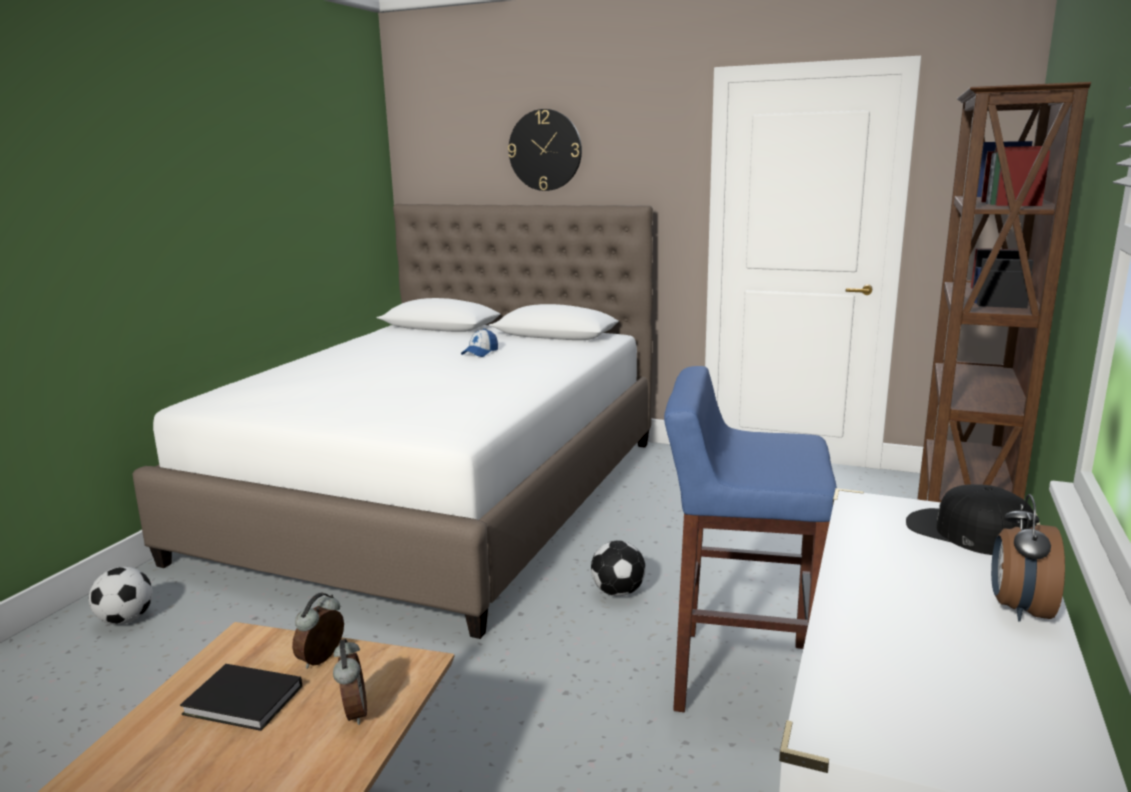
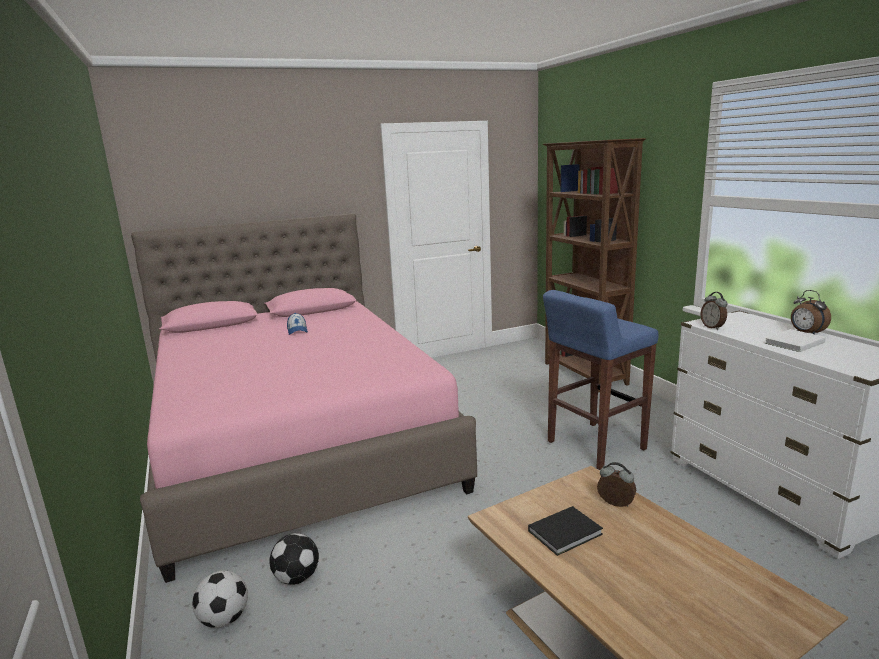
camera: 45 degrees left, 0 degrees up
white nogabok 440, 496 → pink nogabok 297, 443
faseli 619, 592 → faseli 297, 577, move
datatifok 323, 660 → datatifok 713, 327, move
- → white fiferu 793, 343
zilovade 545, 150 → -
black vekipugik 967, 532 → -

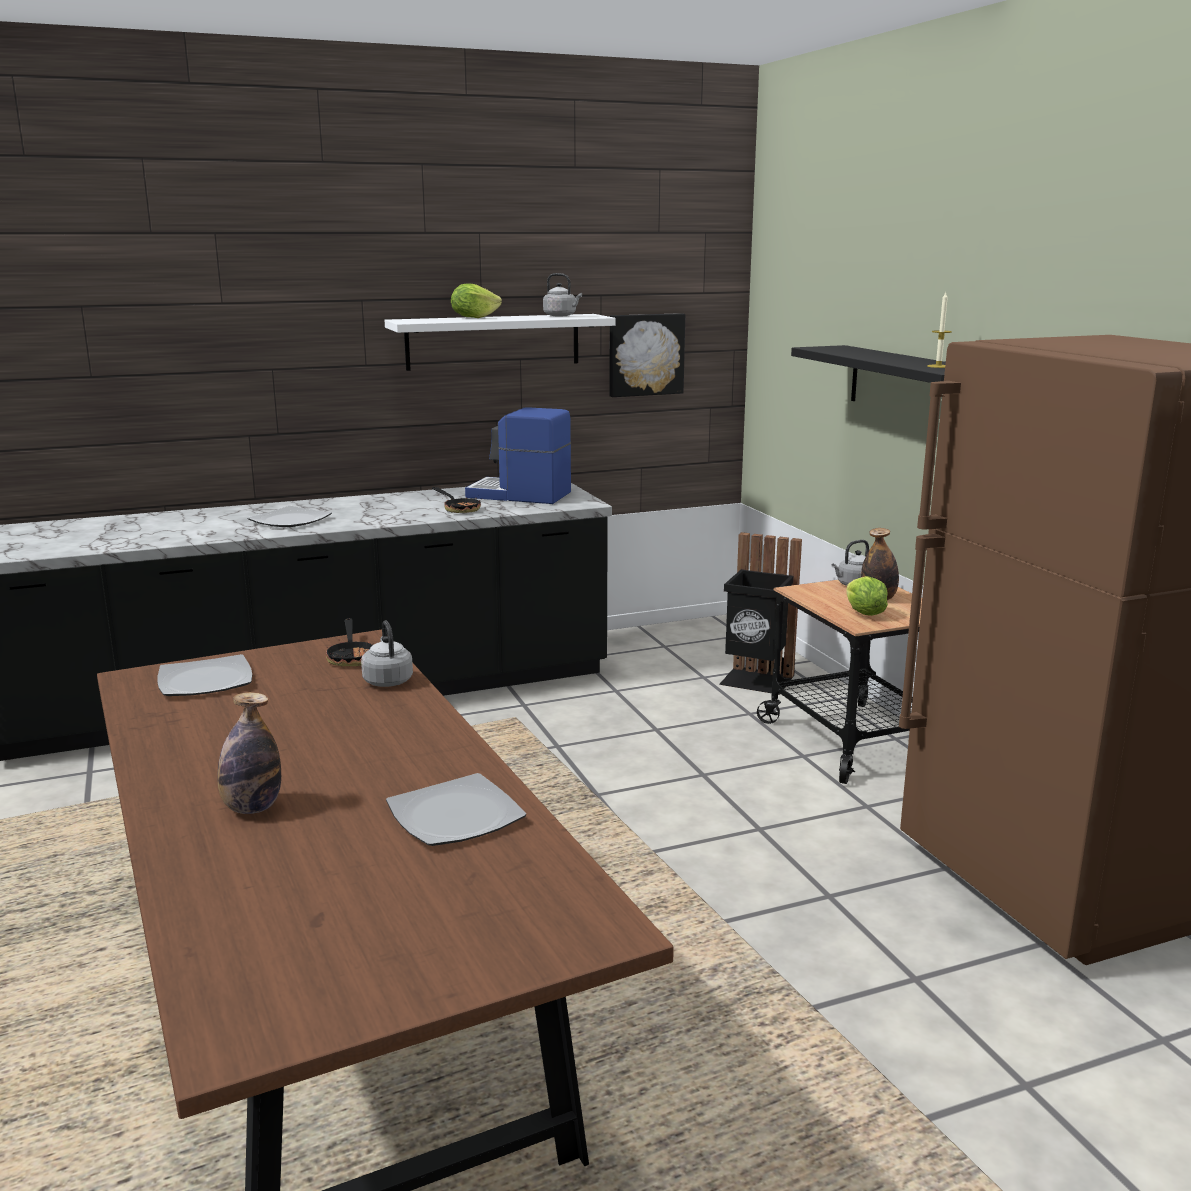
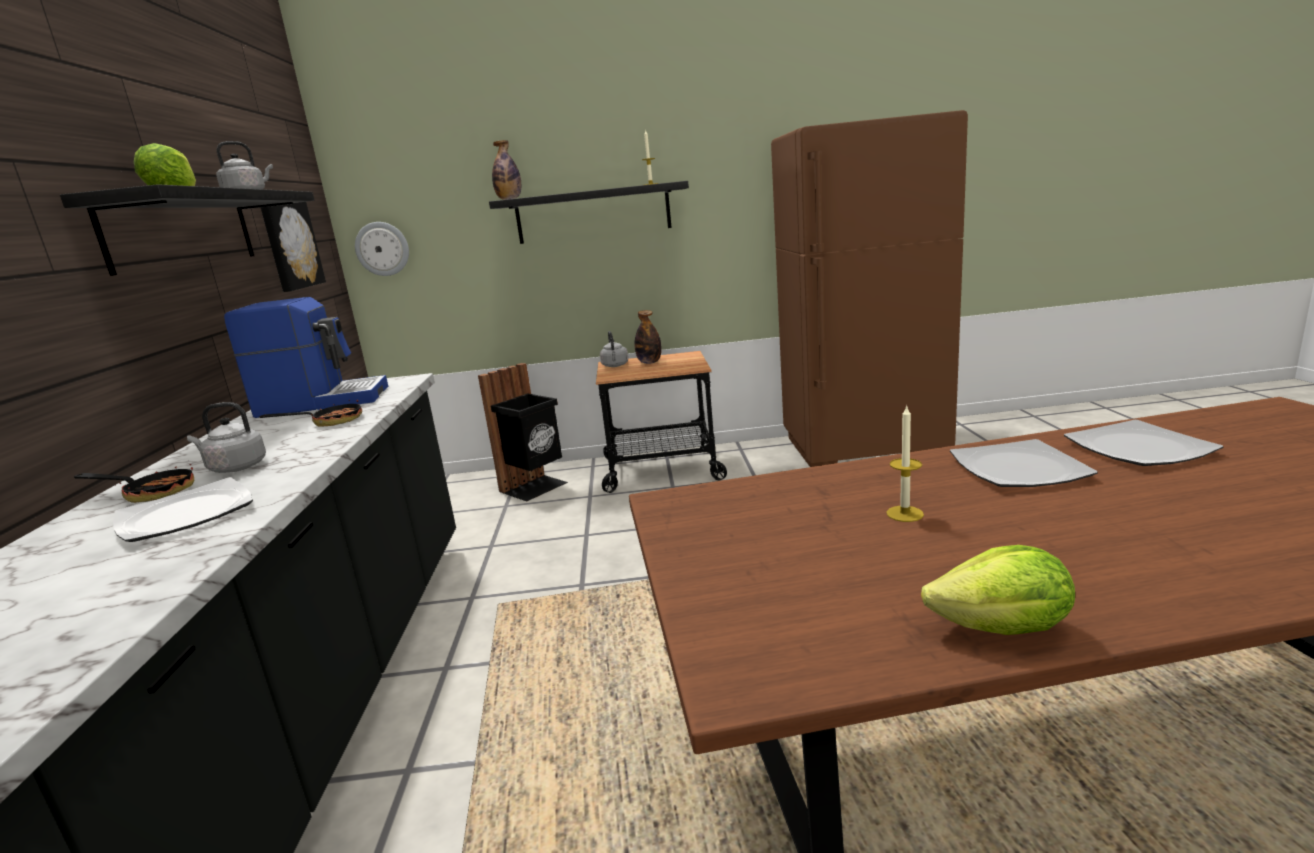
camera: 70 degrees left, 0 degrees up
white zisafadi 493, 341 → black zisafadi 182, 231
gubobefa 351, 657 → gubobefa 152, 493, move
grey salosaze 387, 680 → grey salosaze 235, 468, move
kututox 519, 495 → kututox 323, 401, 135 degrees counterclockwise
- → zilovade 382, 249
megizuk 252, 808 → megizuk 509, 199, move
- → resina 905, 514
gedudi 863, 613 → gedudi 1002, 629, move
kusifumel 204, 680 → kusifumel 1018, 469, move

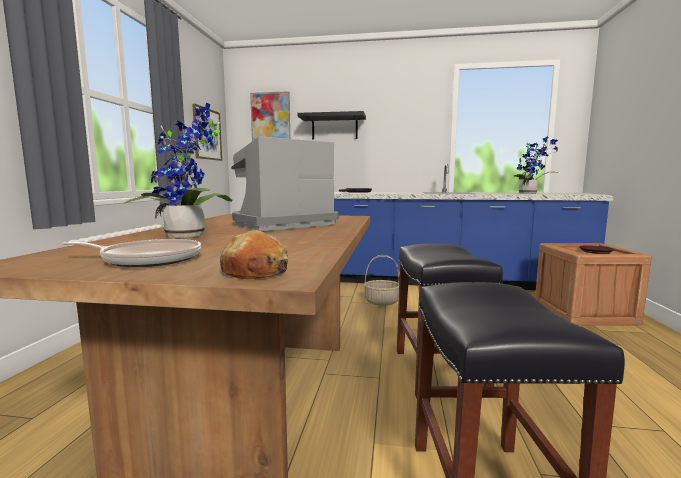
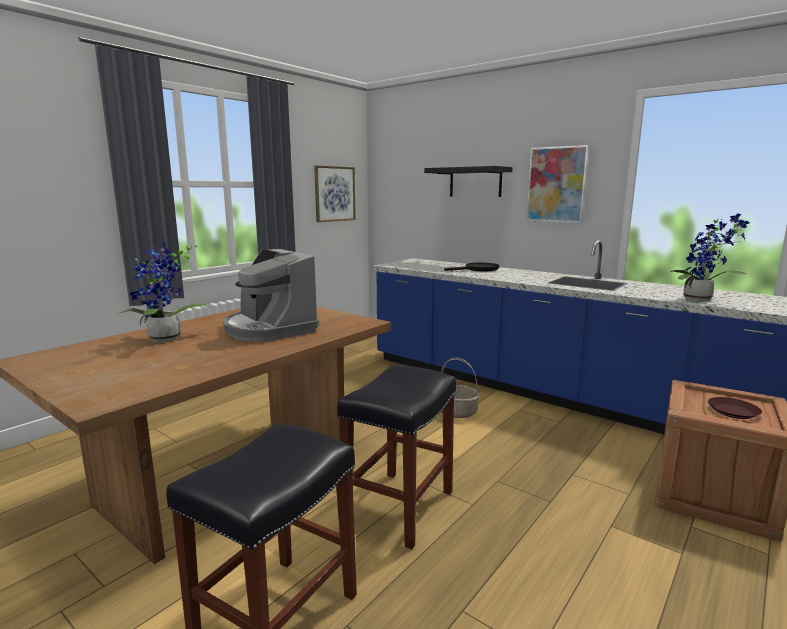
camera: 30 degrees right, 5 degrees up
kututox 282, 224 → kututox 269, 329, 120 degrees counterclockwise
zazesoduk 270, 119 → zazesoduk 556, 184, move
gubobefa 148, 259 → -
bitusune 256, 271 → -

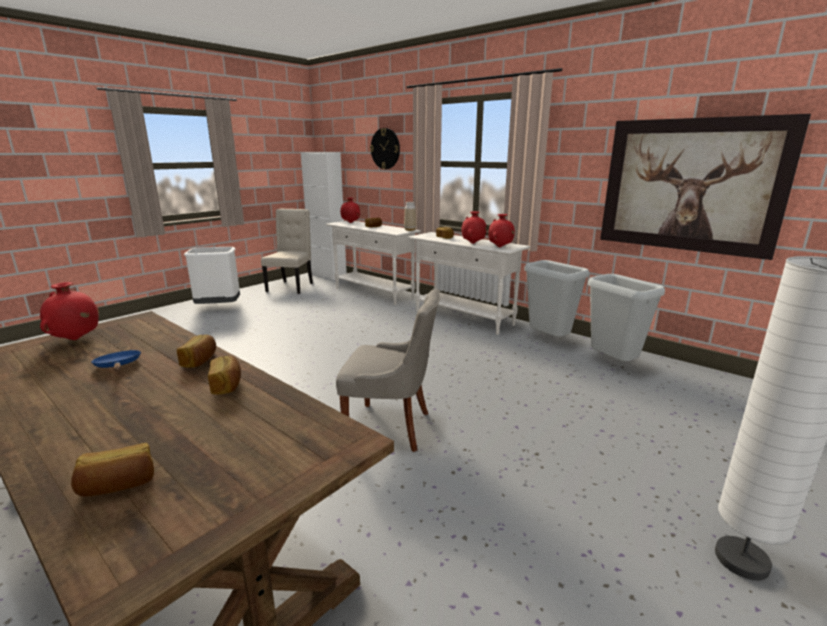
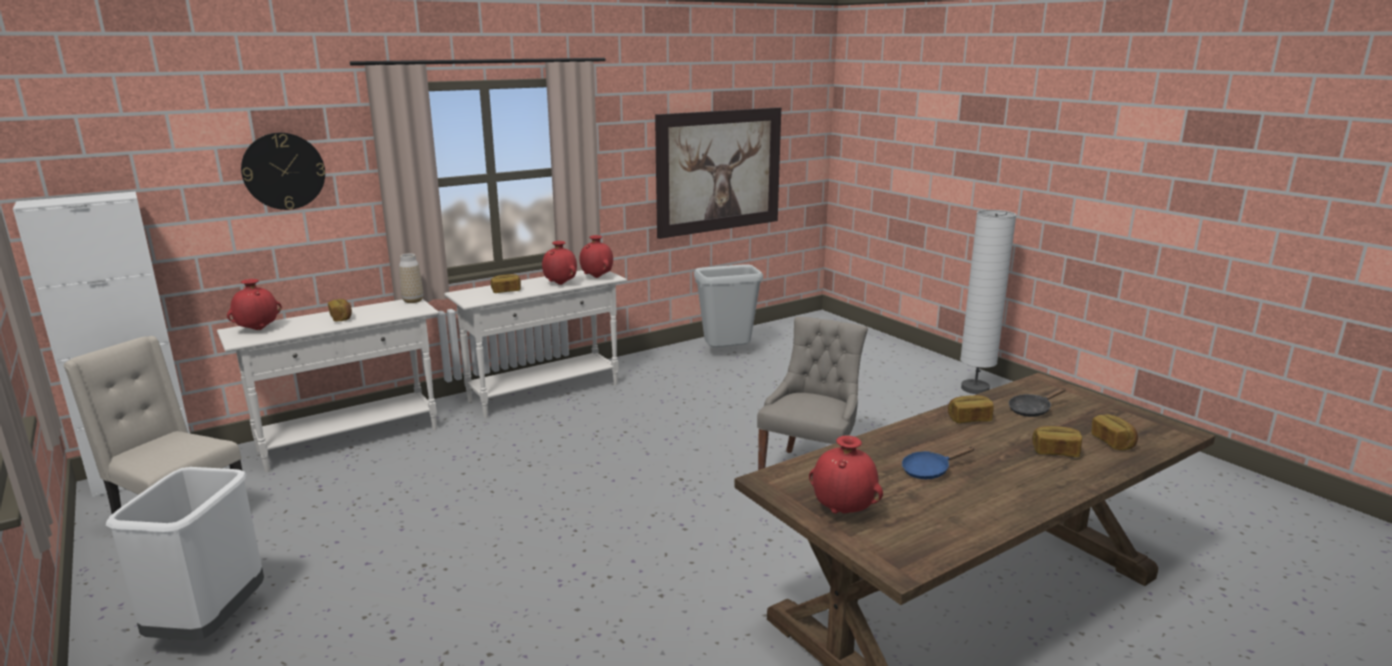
camera: 75 degrees left, 0 degrees up
- → black gubobefa 1032, 410
bitusune 200, 361 → bitusune 1055, 452, move
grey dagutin 549, 340 → -

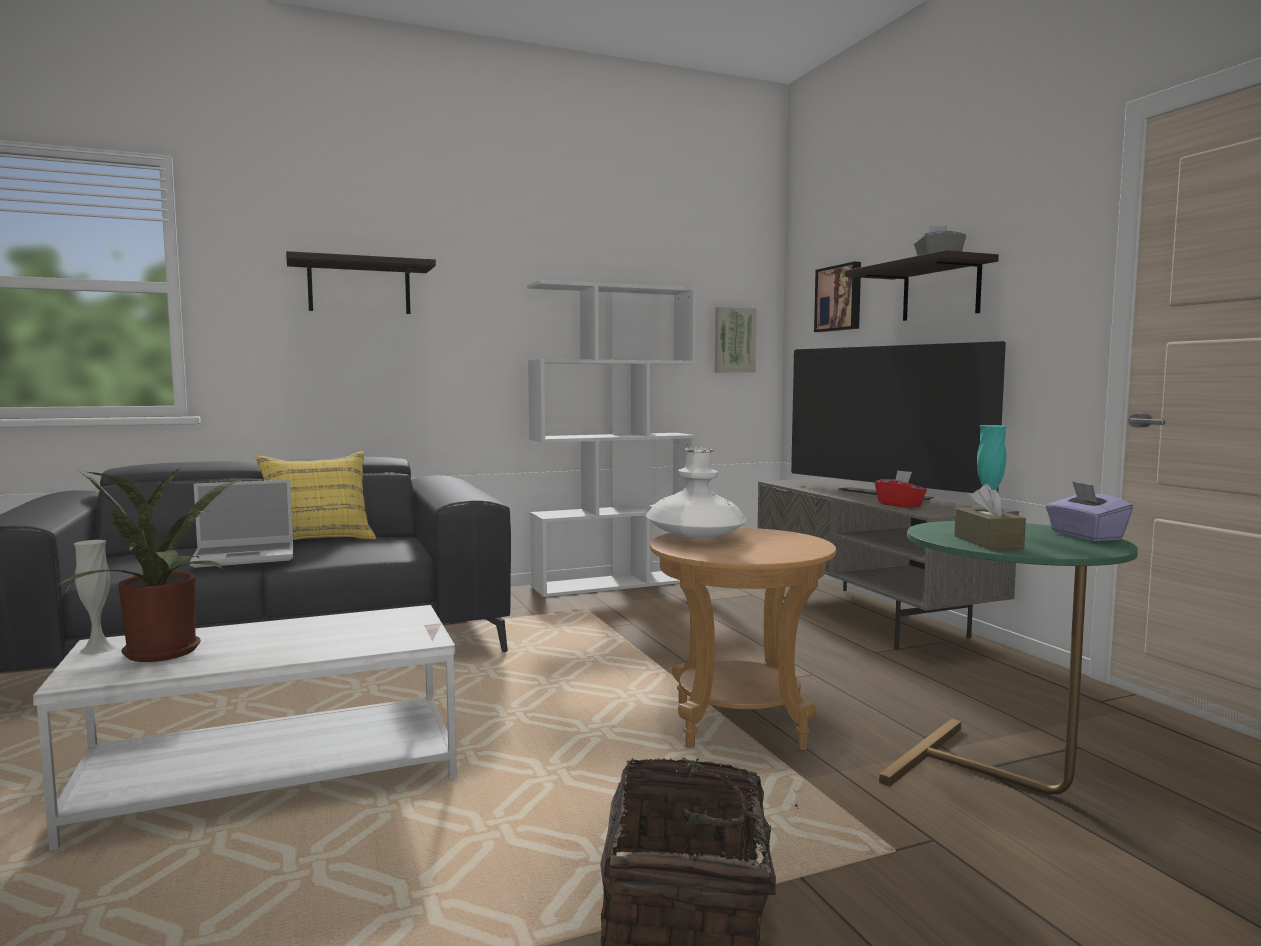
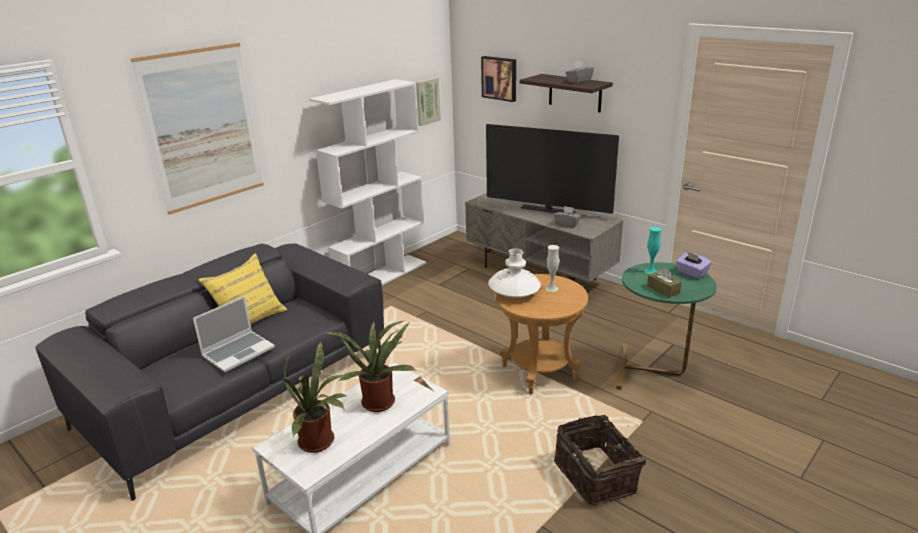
camera: 25 degrees left, 20 degrees up
zisafadi 359, 288 → zazesoduk 203, 127
- → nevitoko 379, 400
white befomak 97, 649 → white befomak 551, 288, move
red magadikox 900, 505 → grey magadikox 567, 224

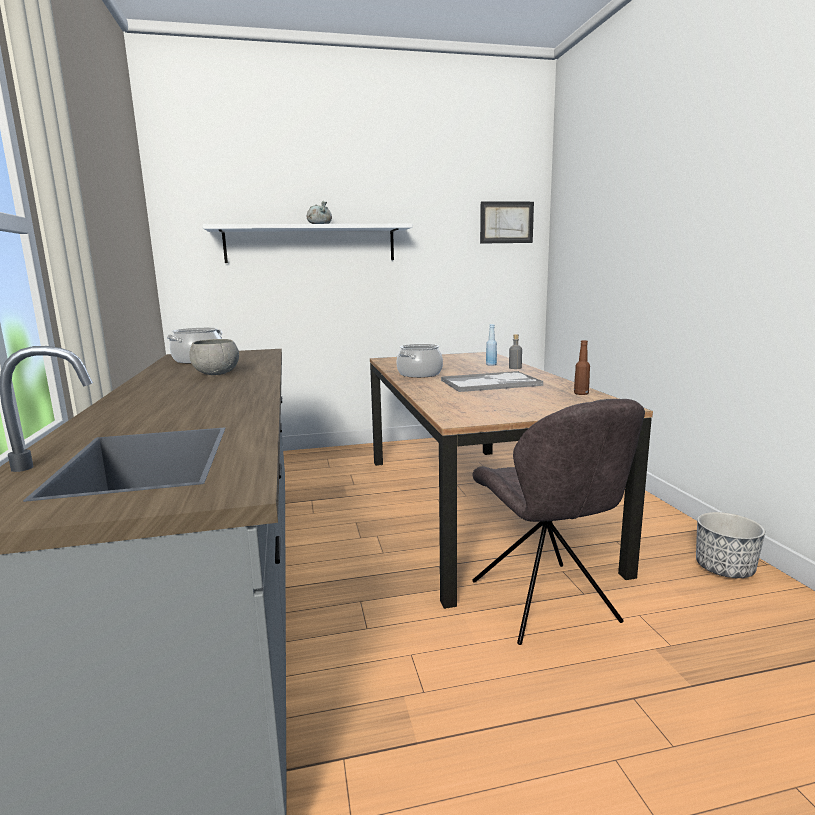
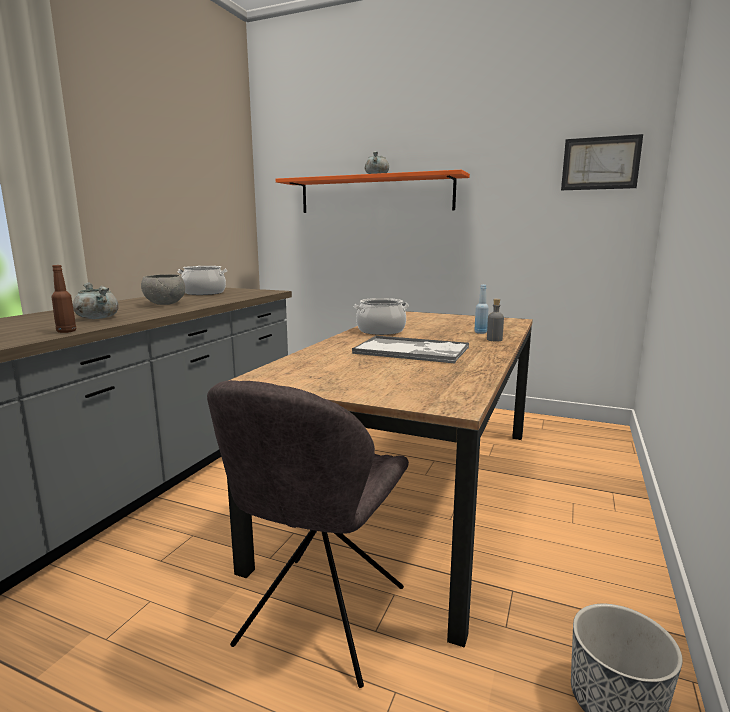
camera: 35 degrees right, 0 degrees up
brown megizuk 581, 394 → brown megizuk 66, 331, move
- → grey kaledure 97, 318
white zisafadi 310, 244 → orange zisafadi 375, 195

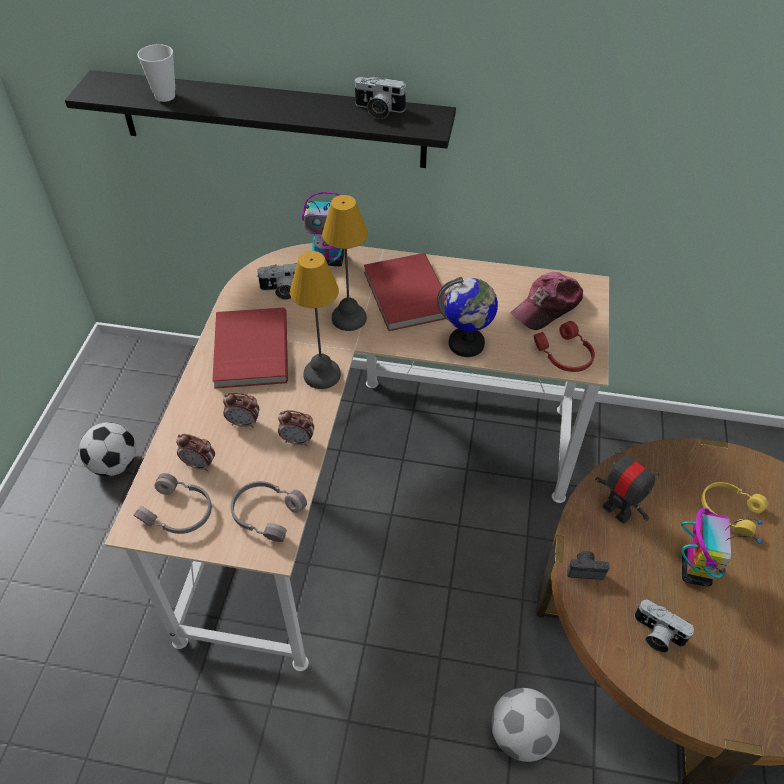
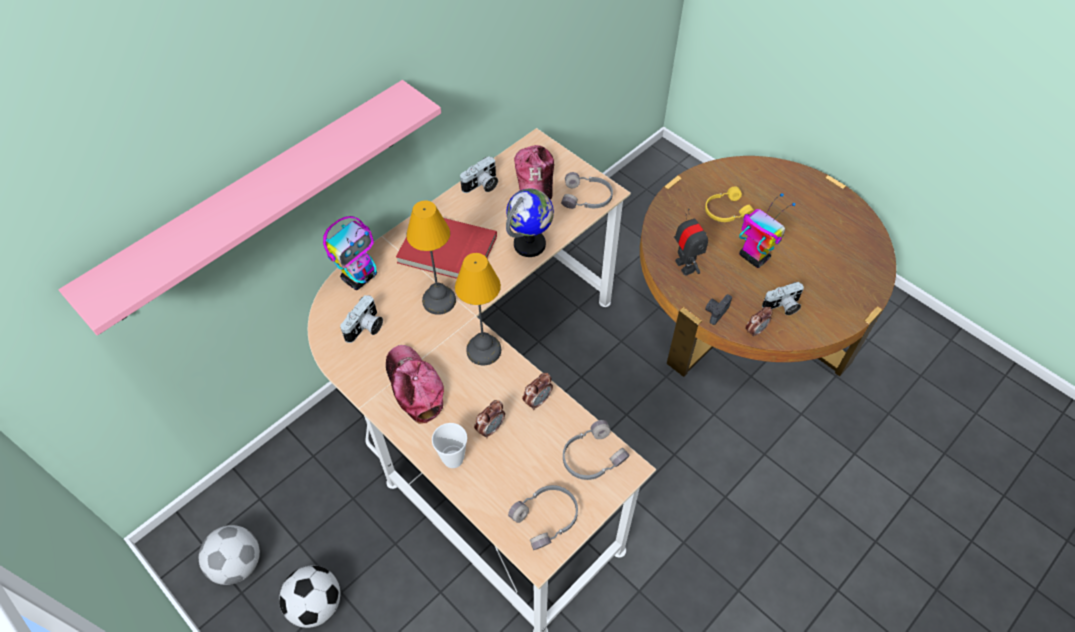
camera: 55 degrees left, 5 degrees up
black zisafadi 272, 120 → pink zisafadi 257, 200
faseli 521, 734 → faseli 238, 564, move
red fiferu 249, 350 → vekipugik 414, 386
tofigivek 165, 96 → tofigivek 453, 459, move
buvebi 378, 110 → buvebi 482, 185, move
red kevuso 564, 355 → grey kevuso 587, 198
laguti 617, 510 → laguti 685, 266, 75 degrees clockwise
datatifok 199, 464 → datatifok 755, 331, move

